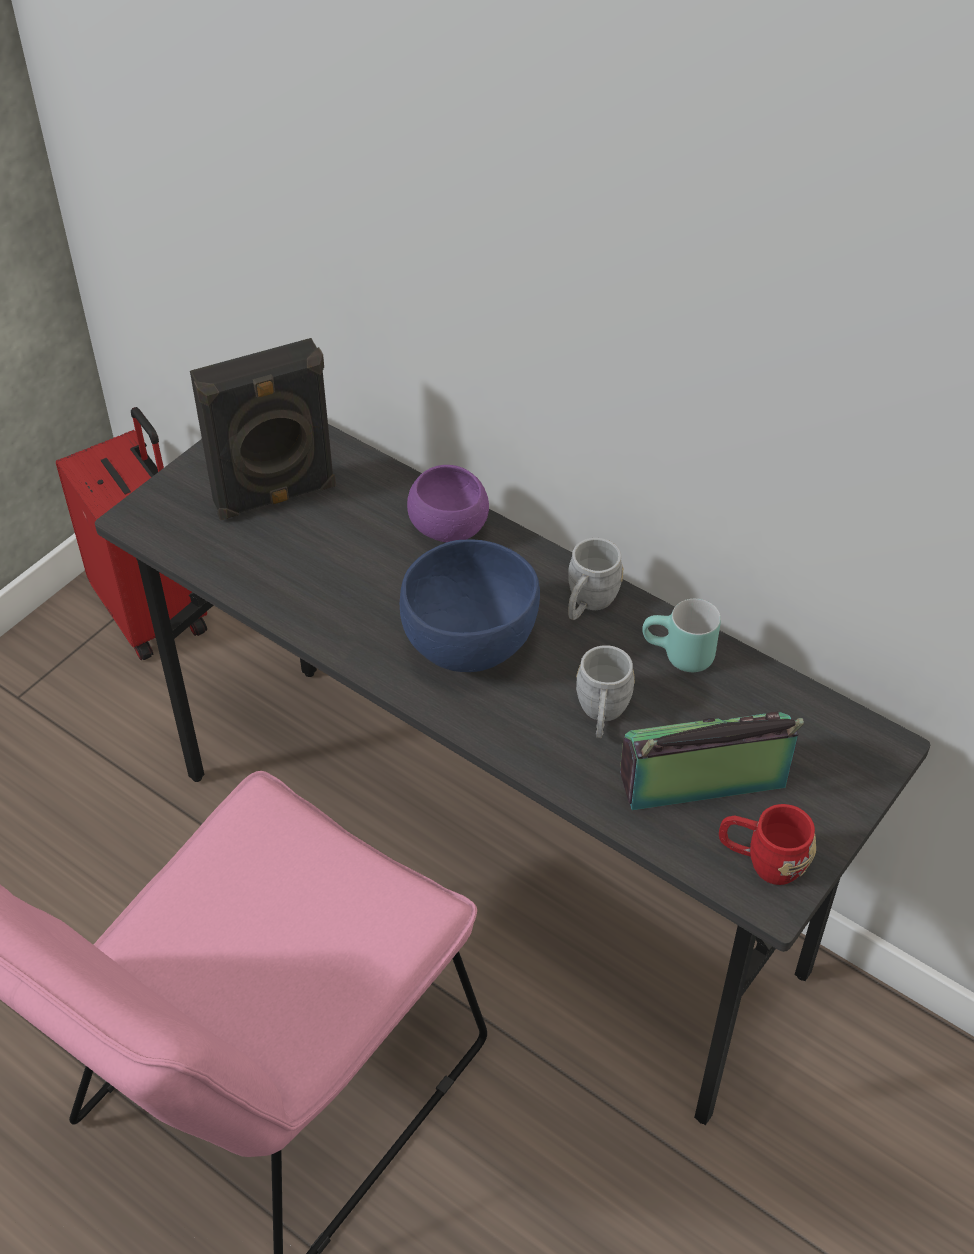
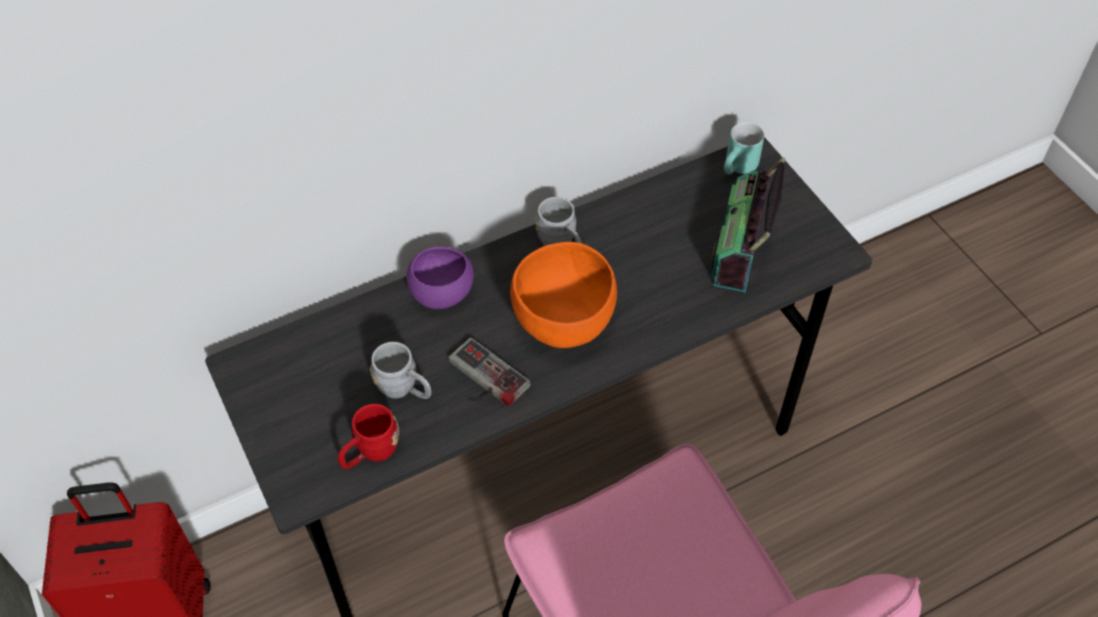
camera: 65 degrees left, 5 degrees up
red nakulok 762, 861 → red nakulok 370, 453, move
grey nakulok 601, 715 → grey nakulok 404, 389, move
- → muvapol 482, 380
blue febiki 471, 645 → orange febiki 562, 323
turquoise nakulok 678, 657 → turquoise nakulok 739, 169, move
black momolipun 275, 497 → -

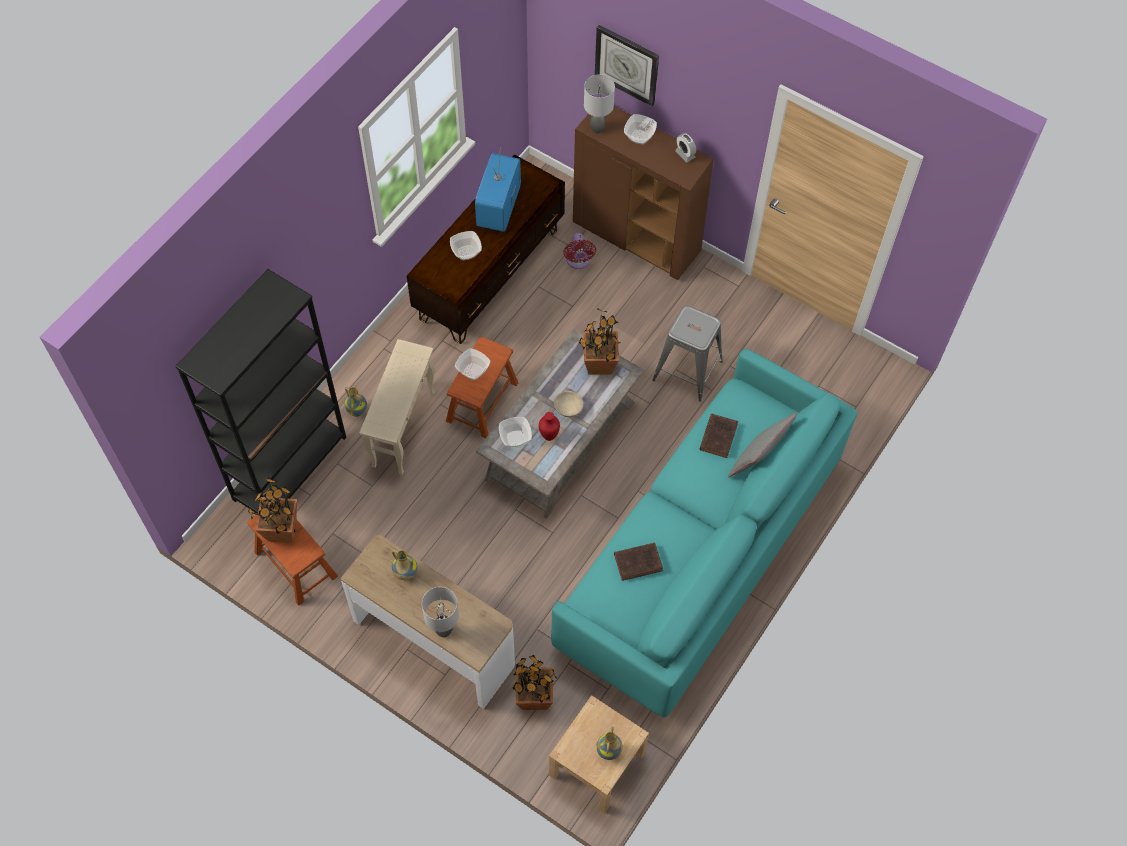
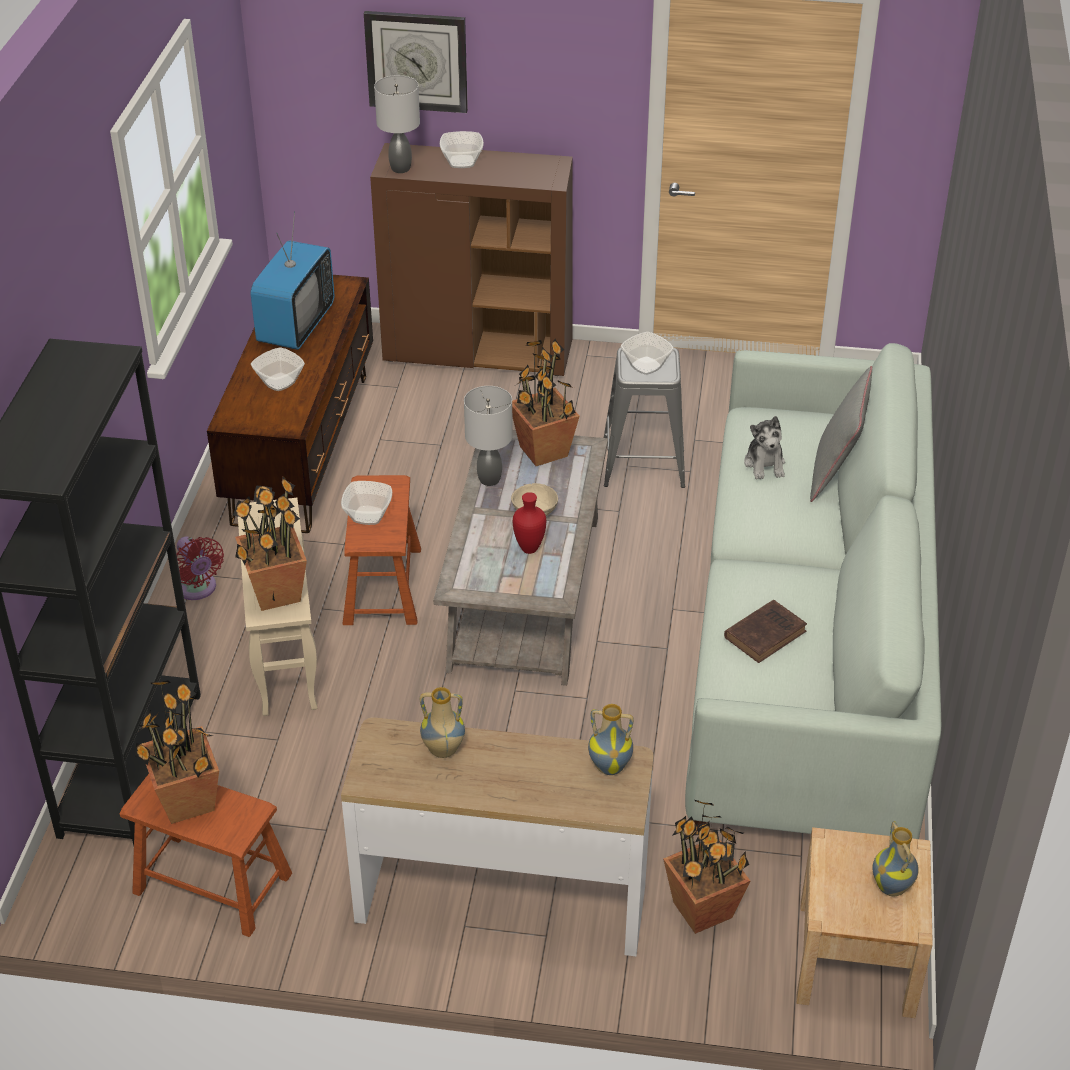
camera: 25 degrees left, 20 degrees down
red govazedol 578, 261 → red govazedol 198, 589, move
- → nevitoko 275, 593
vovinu 499, 208 → vovinu 296, 325, 150 degrees counterclockwise
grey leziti 444, 631 → grey leziti 490, 480, move
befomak 358, 411 → befomak 610, 766, move
febiki 515, 438 → febiki 646, 365, move
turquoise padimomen 700, 553 → white padimomen 808, 648
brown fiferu 718, 436 → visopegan 765, 464
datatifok 685, 154 → -

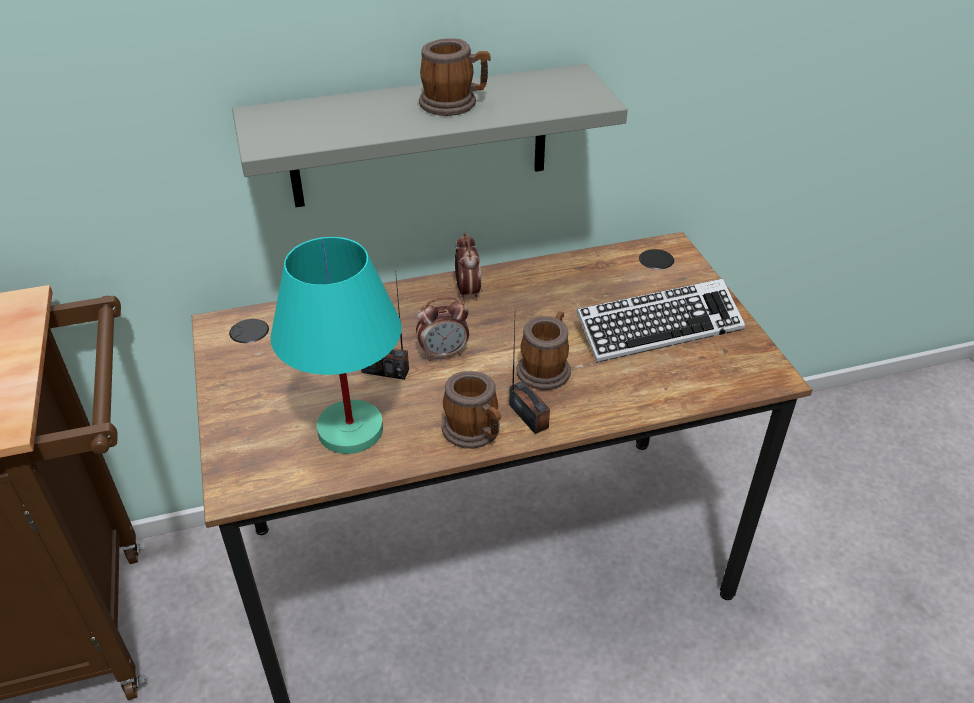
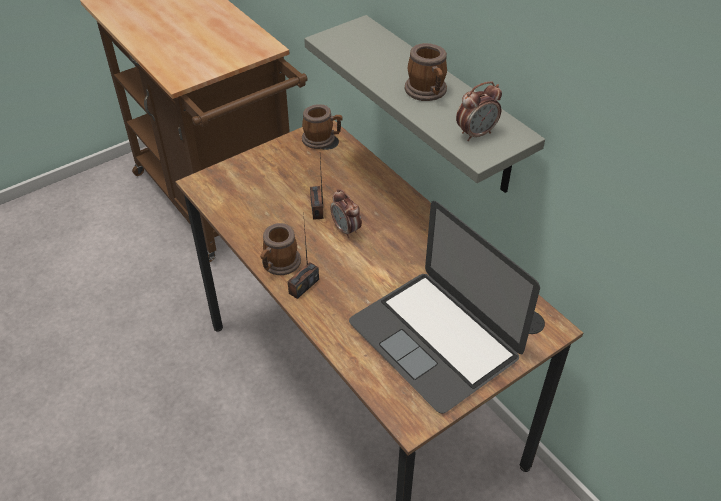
camera: 70 degrees right, 5 degrees up
nakulok 546, 368 → nakulok 322, 139, move
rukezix 659, 328 → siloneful 434, 338
datatifok 467, 291 → datatifok 476, 134, move
turquoise leziti 351, 431 → -

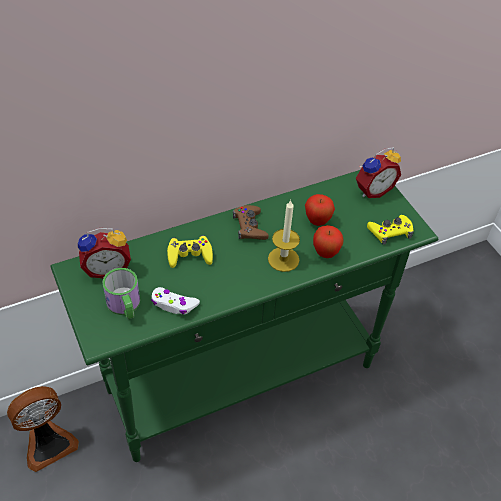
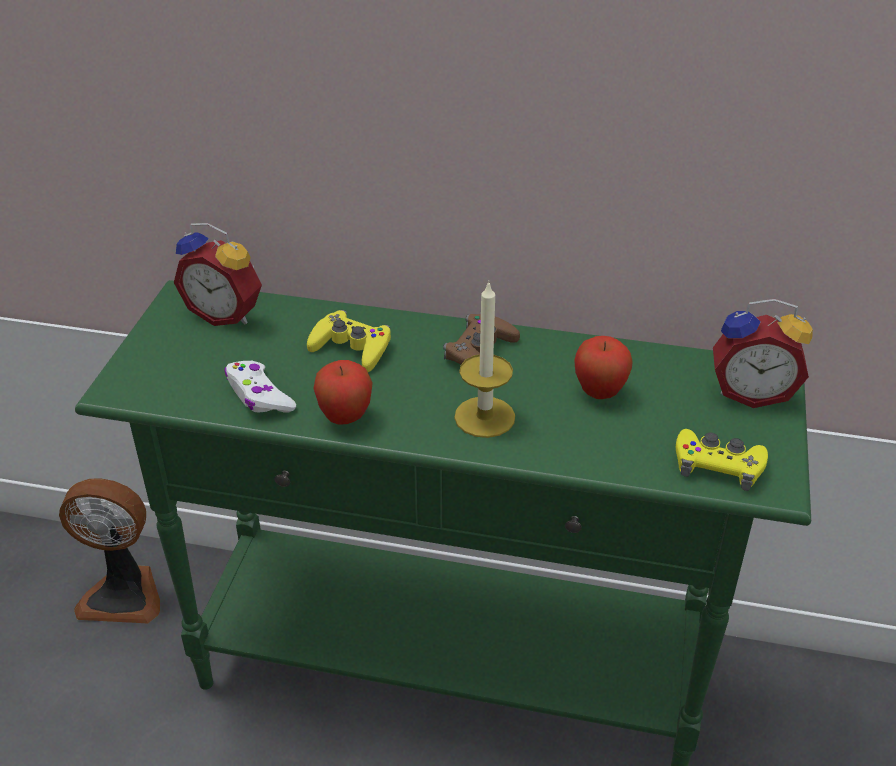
camera: 40 degrees right, 10 degrees down
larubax 325, 253 → larubax 345, 418, move
nakulok 125, 306 → -

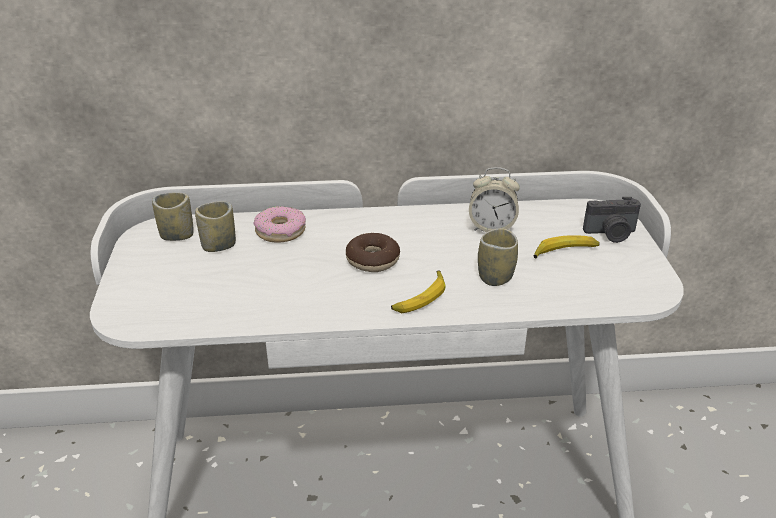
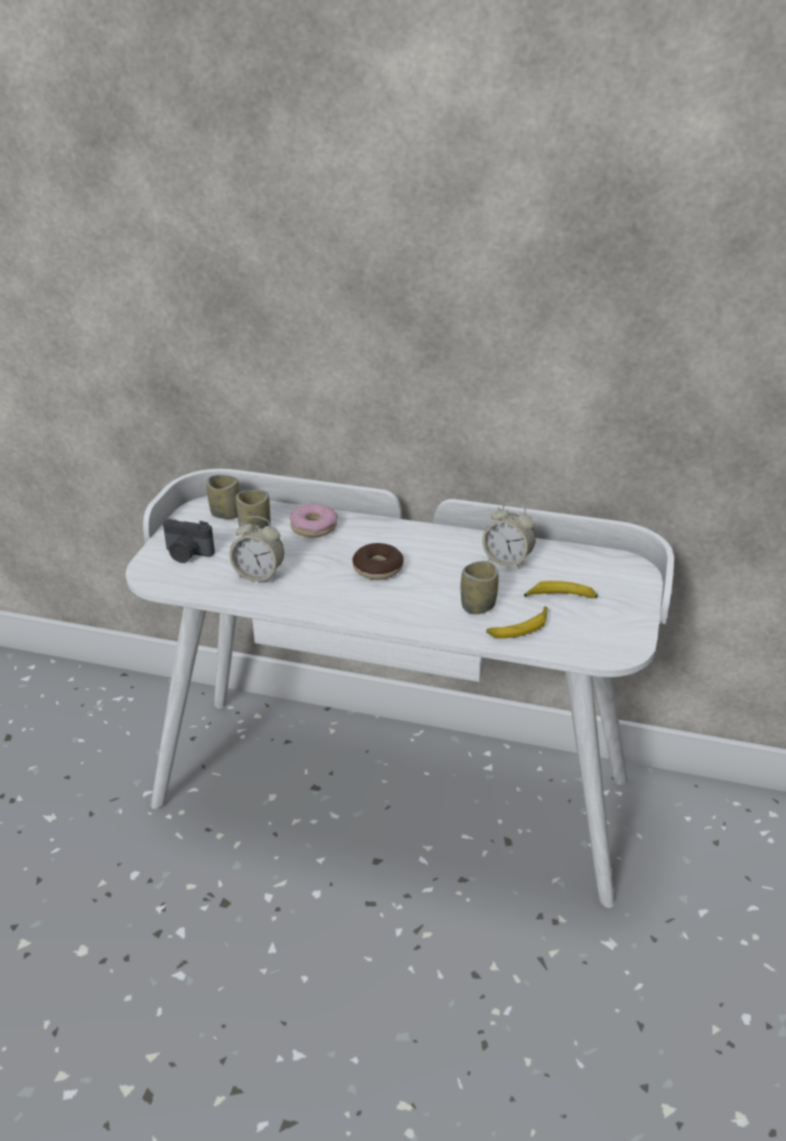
camera: 20 degrees right, 0 degrees up
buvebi 611, 234 → buvebi 187, 554, move
- → datatifok 259, 575
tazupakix 420, 298 → tazupakix 519, 628, move

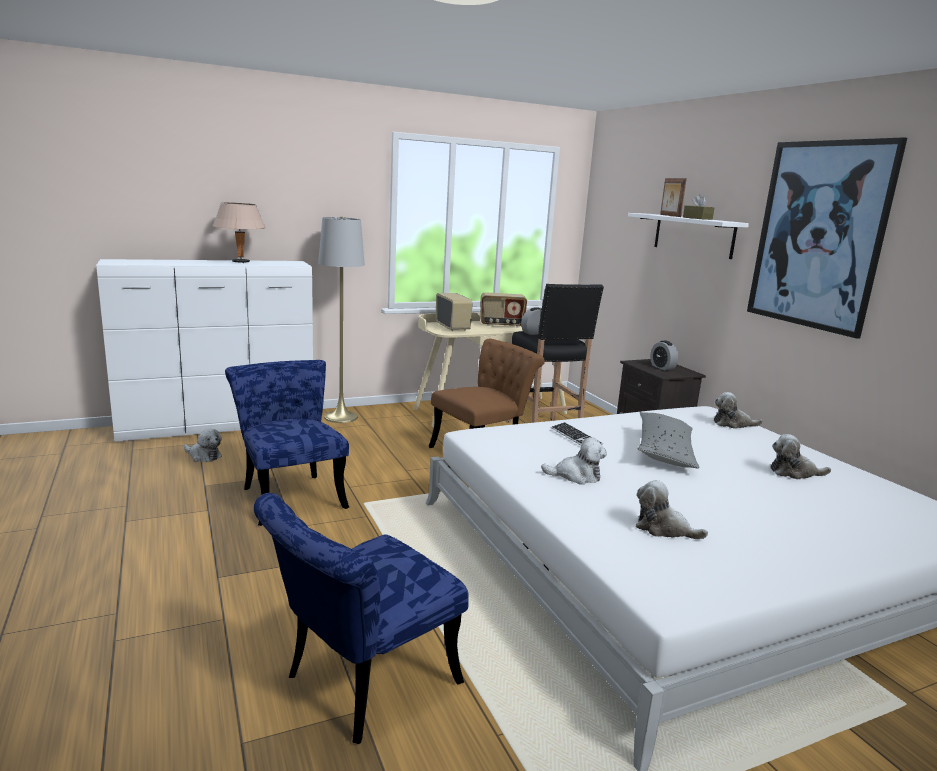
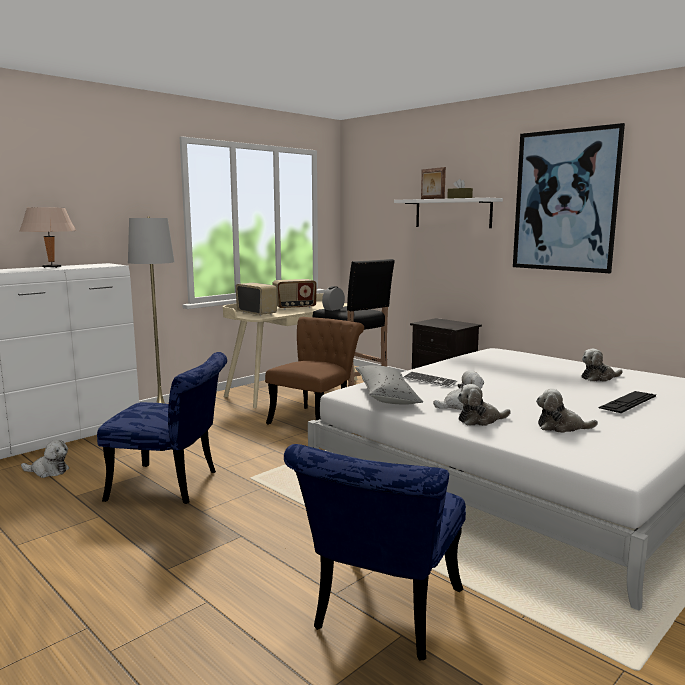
camera: 20 degrees left, 5 degrees down
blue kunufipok 290, 495 → blue kunufipok 172, 486, 150 degrees clockwise
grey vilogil 665, 451 → grey vilogil 386, 395, move
visopegan 732, 424 → visopegan 480, 420, move
- → rukezix 628, 402
datatifok 662, 367 → -

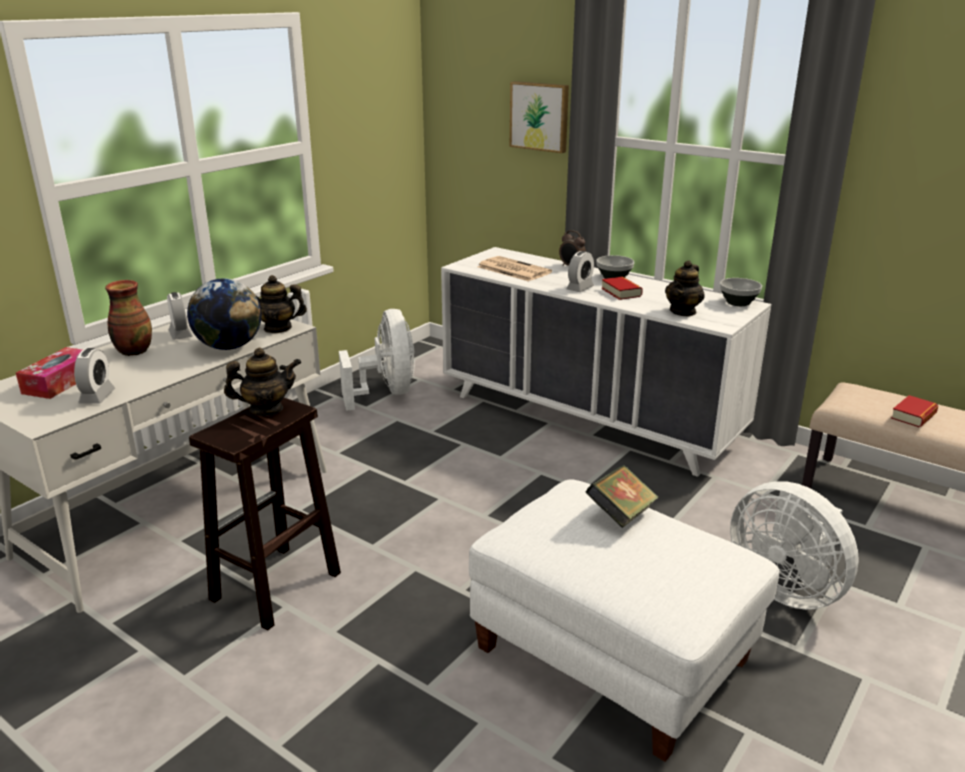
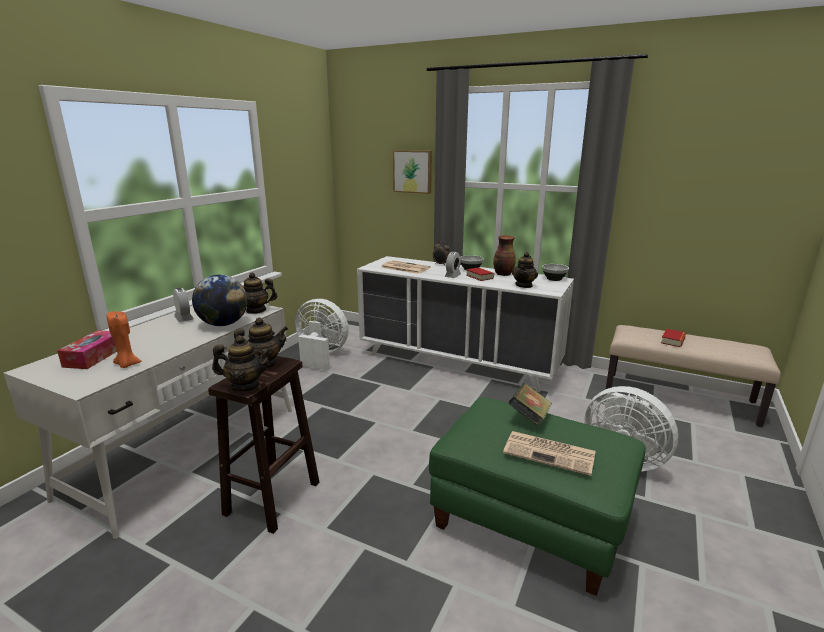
camera: 10 degrees left, 5 degrees down
datatifok 97, 397 → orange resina 127, 365
- → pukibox 245, 386
white govazedol 386, 393 → white govazedol 321, 356, 45 degrees counterclockwise
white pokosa 611, 657 → green pokosa 530, 521
befomak 133, 351 → befomak 503, 274, move
- → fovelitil 550, 453

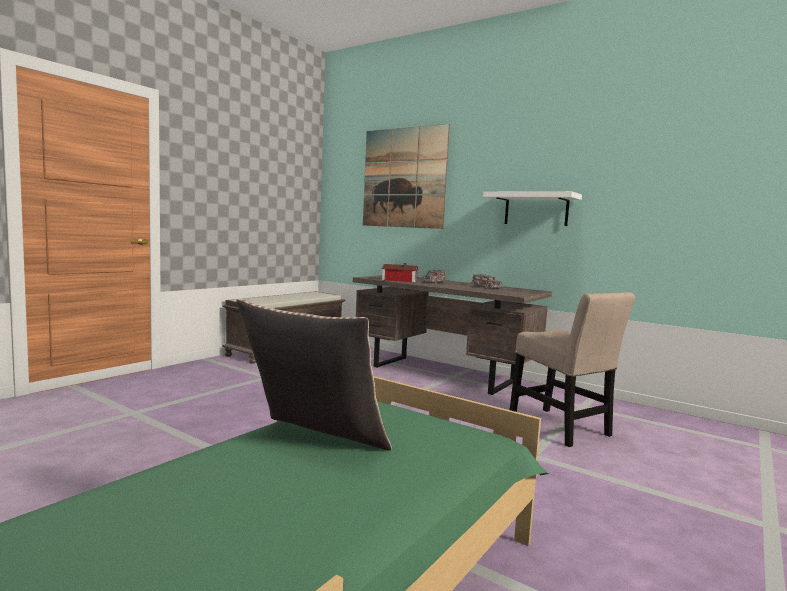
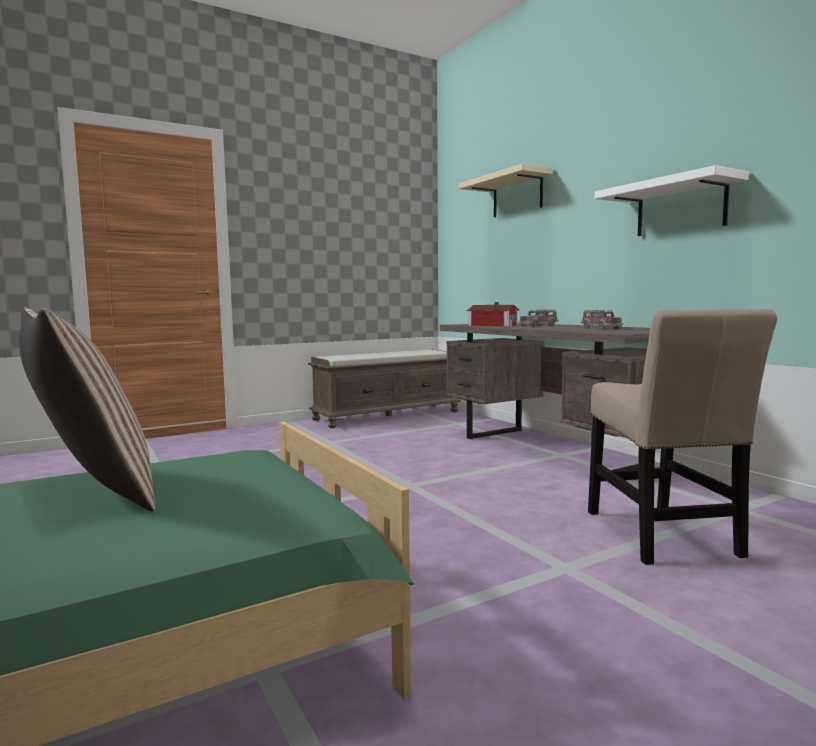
camera: 25 degrees right, 0 degrees up
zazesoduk 404, 178 → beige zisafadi 517, 195

